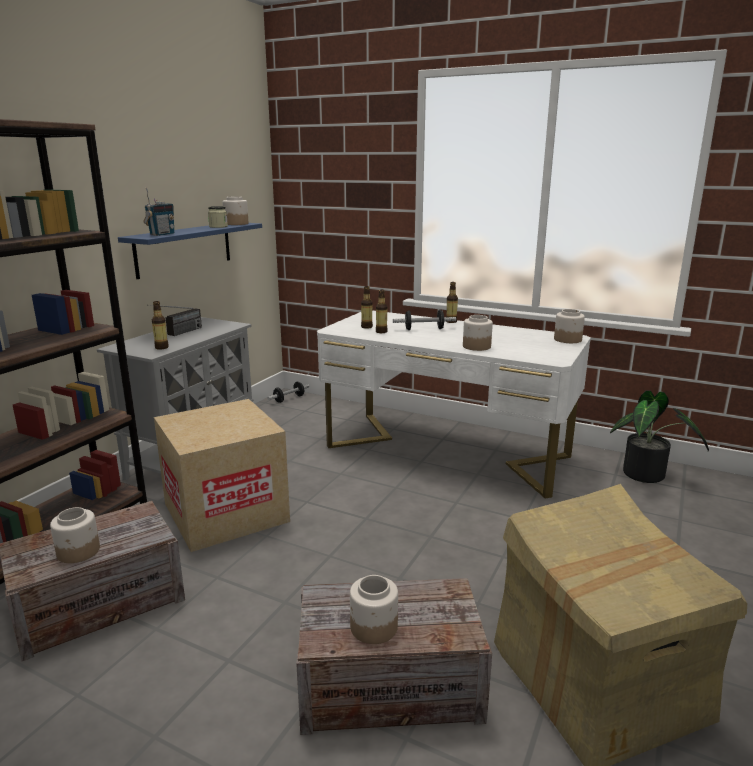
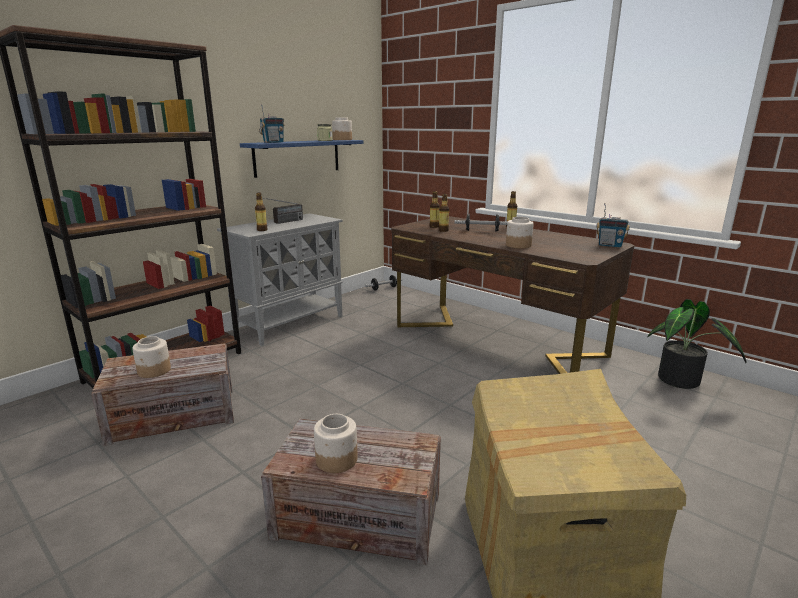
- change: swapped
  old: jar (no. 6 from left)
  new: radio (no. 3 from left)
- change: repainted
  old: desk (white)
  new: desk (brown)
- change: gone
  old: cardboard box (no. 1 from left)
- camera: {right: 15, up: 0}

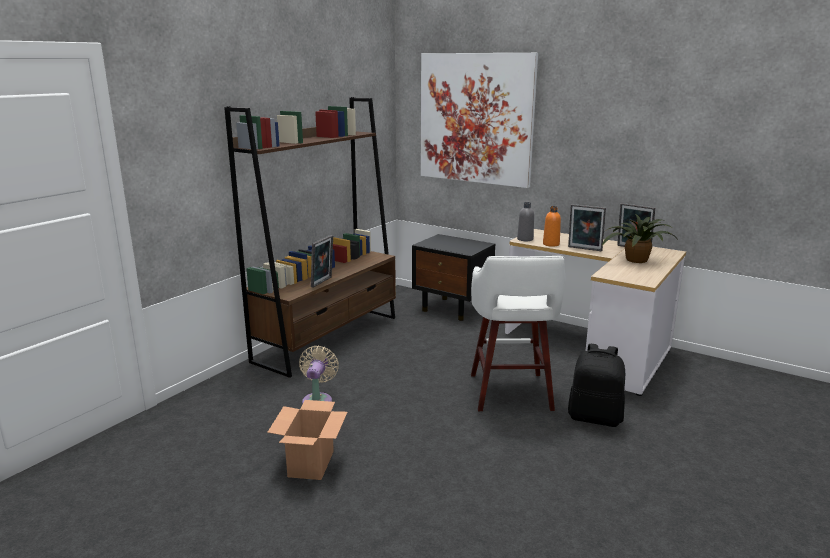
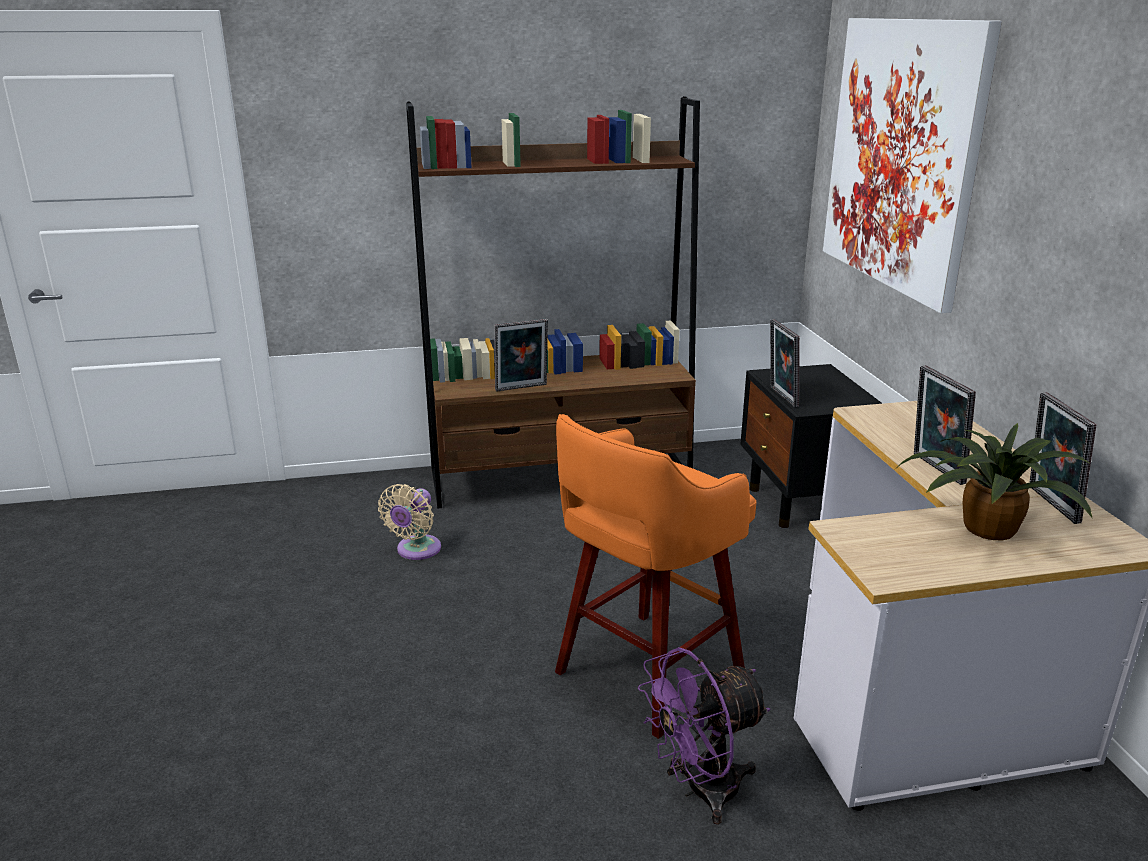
- change: gone
  old: bottle (grey)
- change: gone
  old: bottle (orange)
- change: repainted
  old: stool (white)
  new: stool (orange)
- change: swapped
  old: backpack (black)
  new: fan (purple)
- change: rotated
  old: fan (beige)
  degrees: 150
- change: gone
  old: cardboard box
- change: new
  new: picture frame (no. 2 from left)
- camera: {right: 45, up: 5}

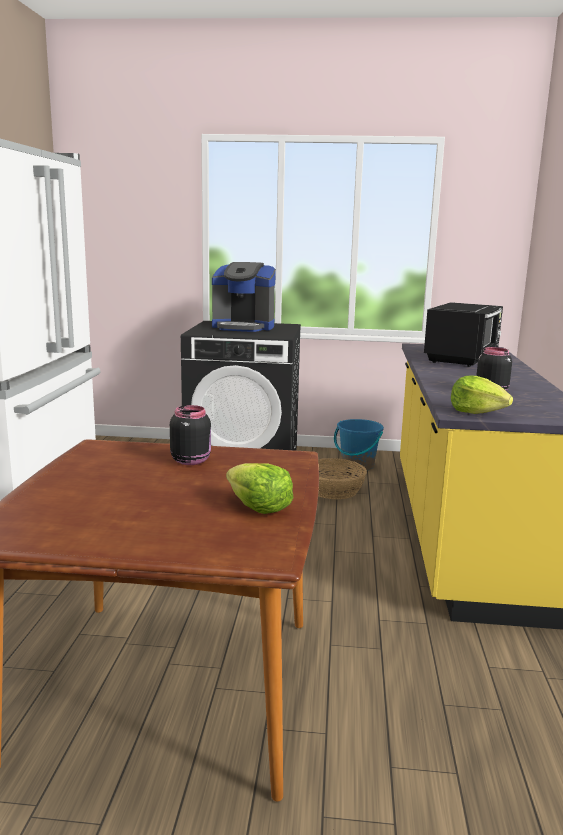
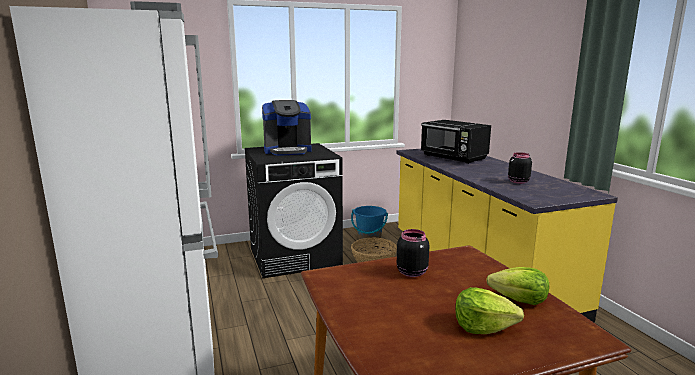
- change: rotated
  old: microwave (black)
  degrees: 135
- change: shifted
  old: lettuce (no. 2 from left in the first image)
  new: lettuce (no. 1 from left)
- camera: {right: -25, up: 0}

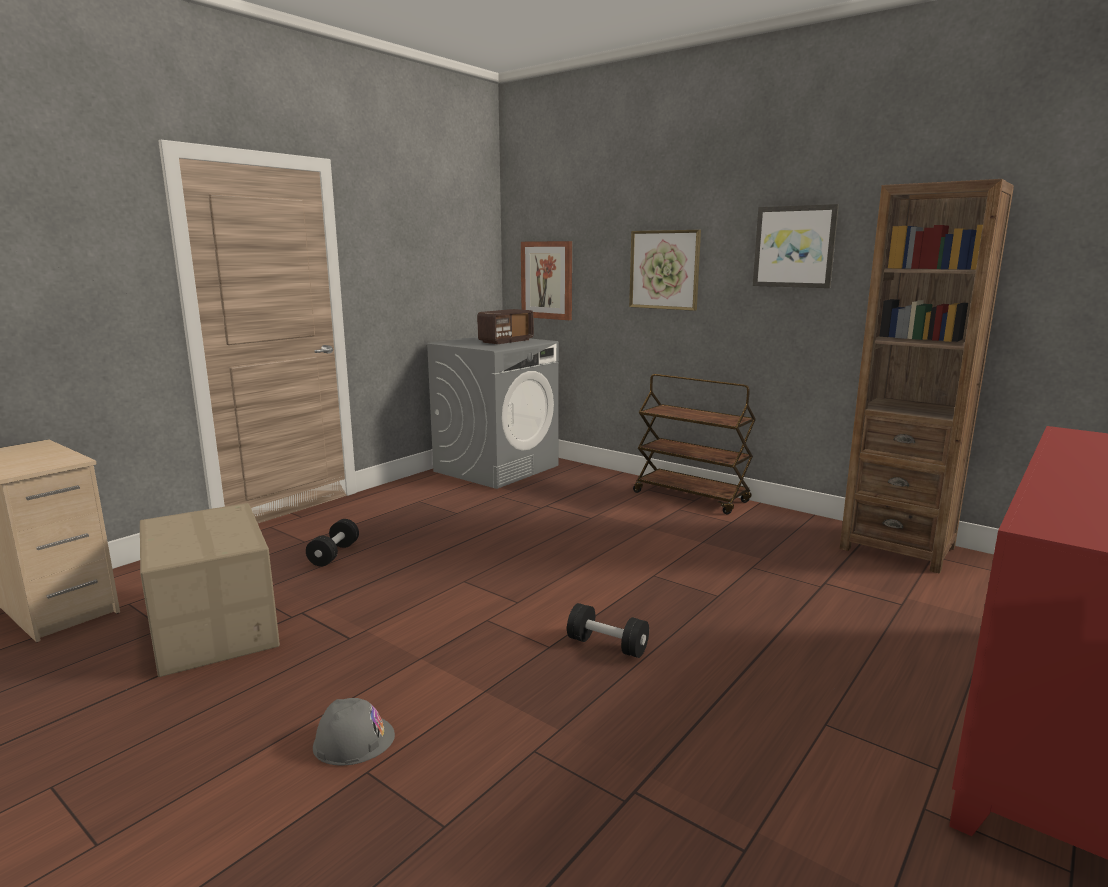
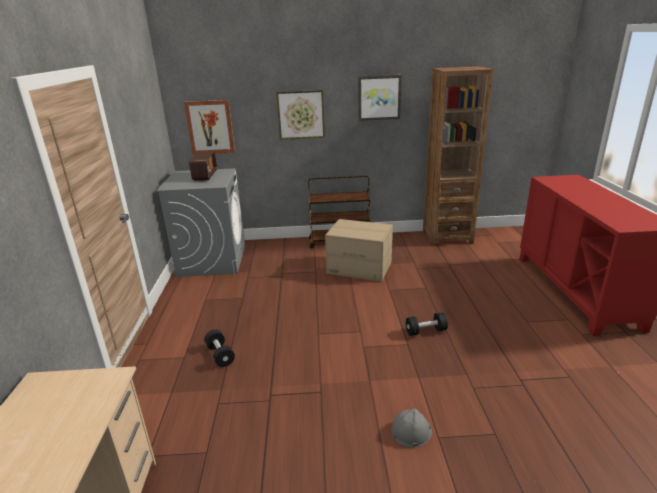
- change: shifted
  old: cardboard box
- camera: {right: -40, up: 10}

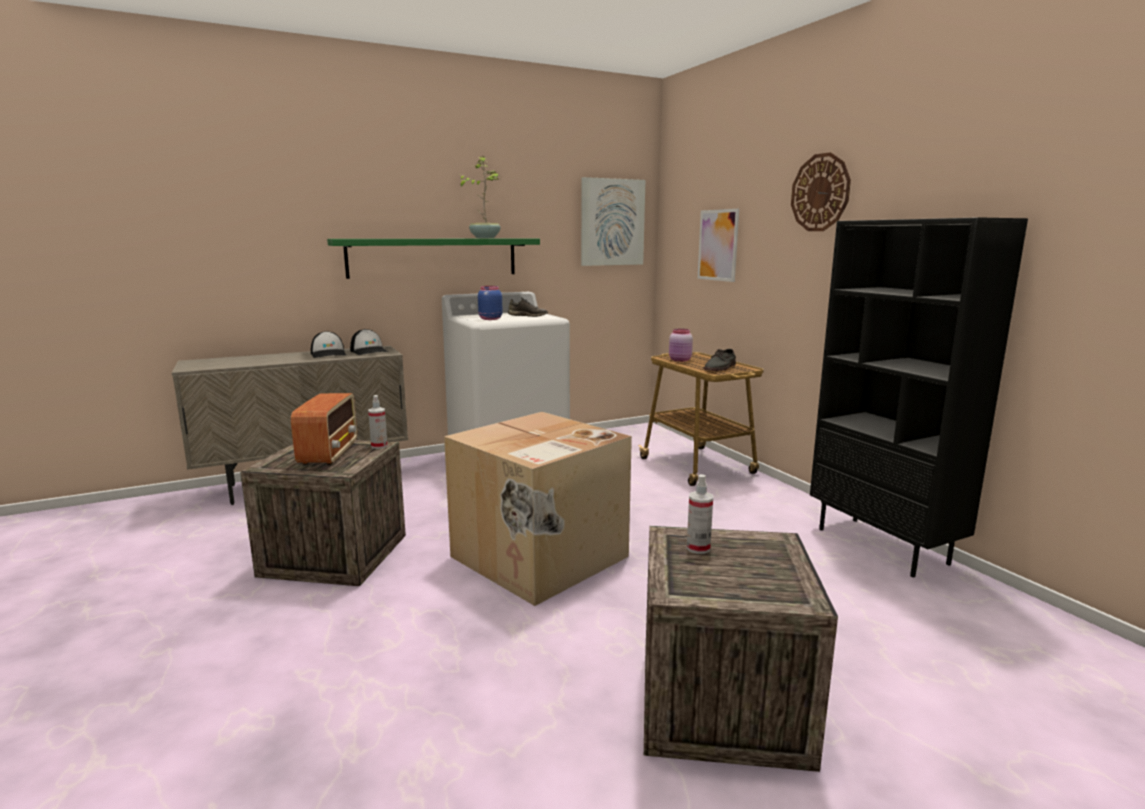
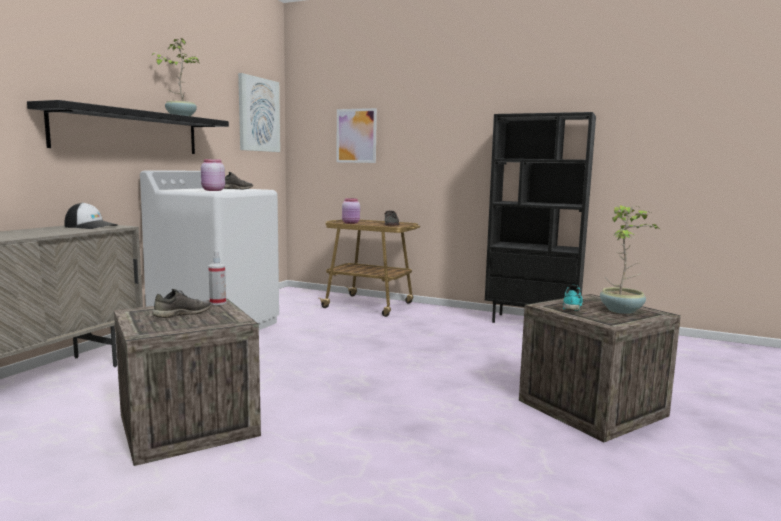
- change: gone
  old: wall clock
- change: repainted
  old: shelf (green)
  new: shelf (black)
- change: repainted
  old: jar (blue)
  new: jar (pink) (no. 1 from left)
- change: gone
  old: cap (no. 1 from left)
- change: swapped
  old: radio
  new: shoe (grey) (no. 1 from left)
- change: gone
  old: cardboard box
- change: swapped
  old: spray bottle (no. 2 from left)
  new: shoe (turquoise)
- change: new
  new: potted plant (no. 2 from left)
- camera: {right: -40, up: -5}

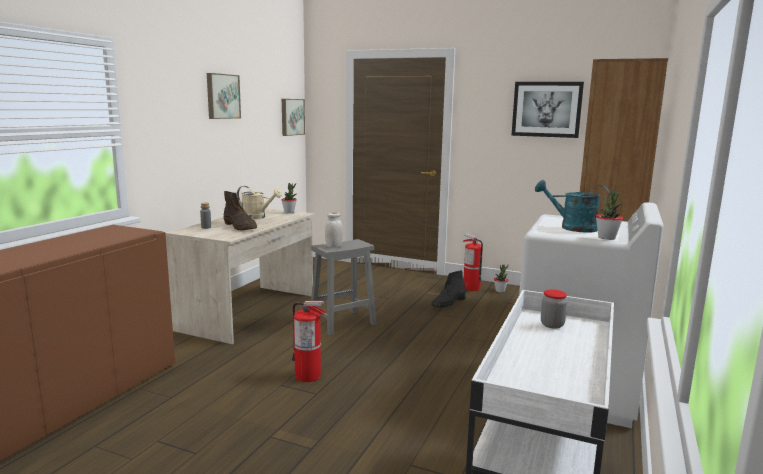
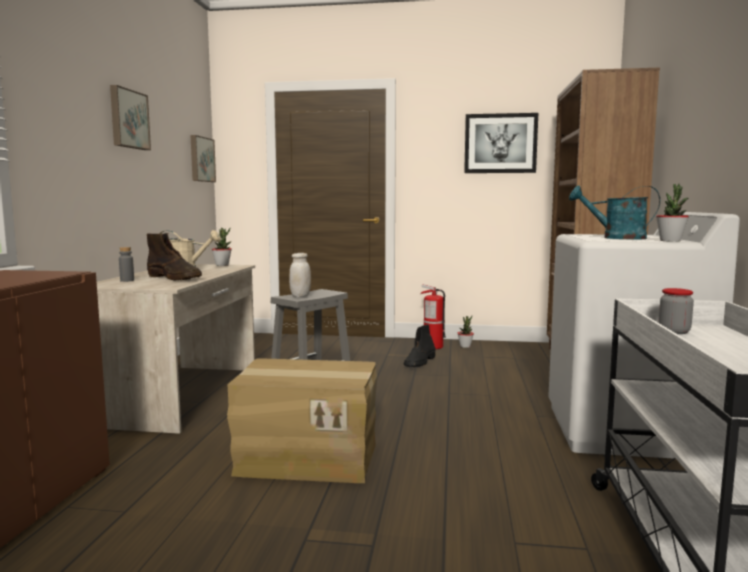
- change: swapped
  old: fire extinguisher (no. 1 from left)
  new: cardboard box
- camera: {right: -15, up: -5}

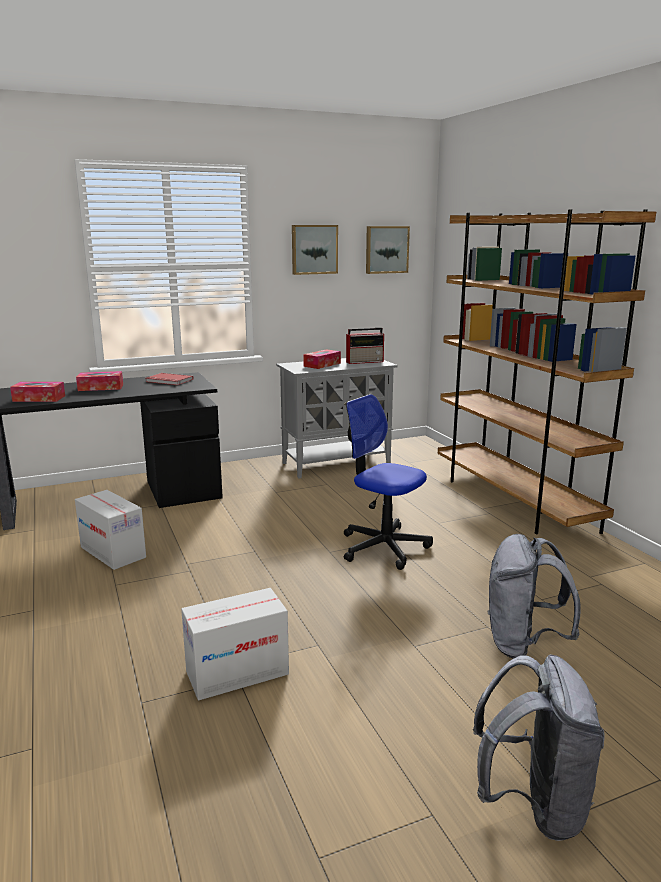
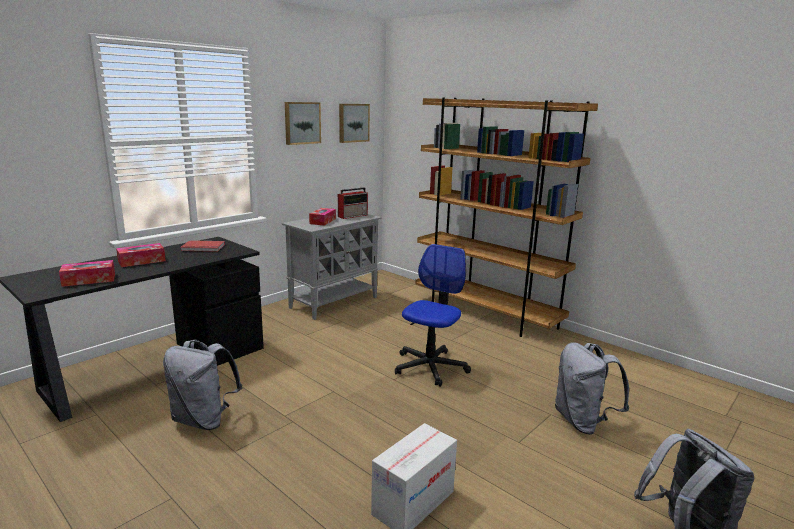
- change: rotated
  old: office chair
  degrees: 105
- change: swapped
  old: cardboard box (no. 1 from left)
  new: backpack (grey) (no. 1 from left)
- camera: {right: -25, up: 0}

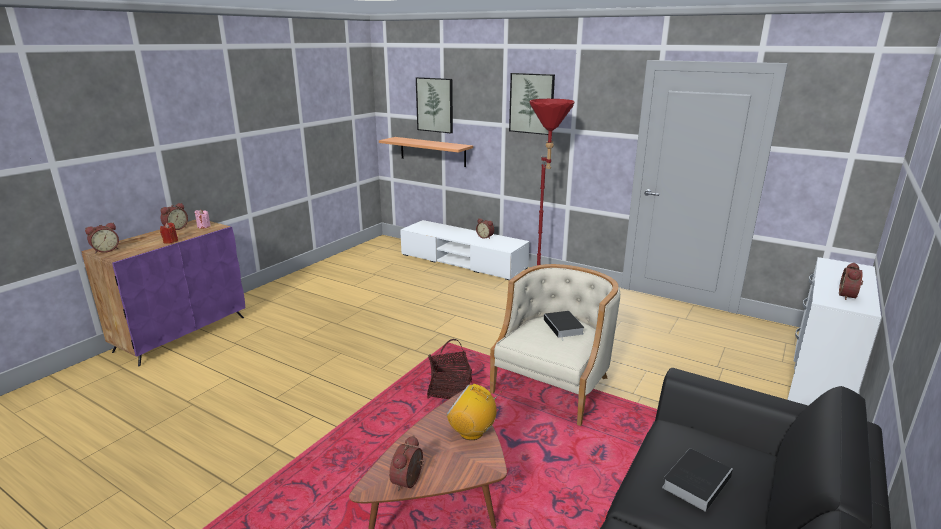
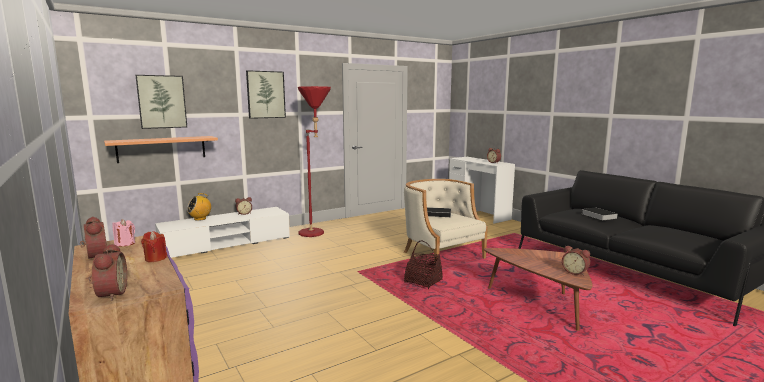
- change: shifted
  old: radio
- camera: {right: -65, up: -10}

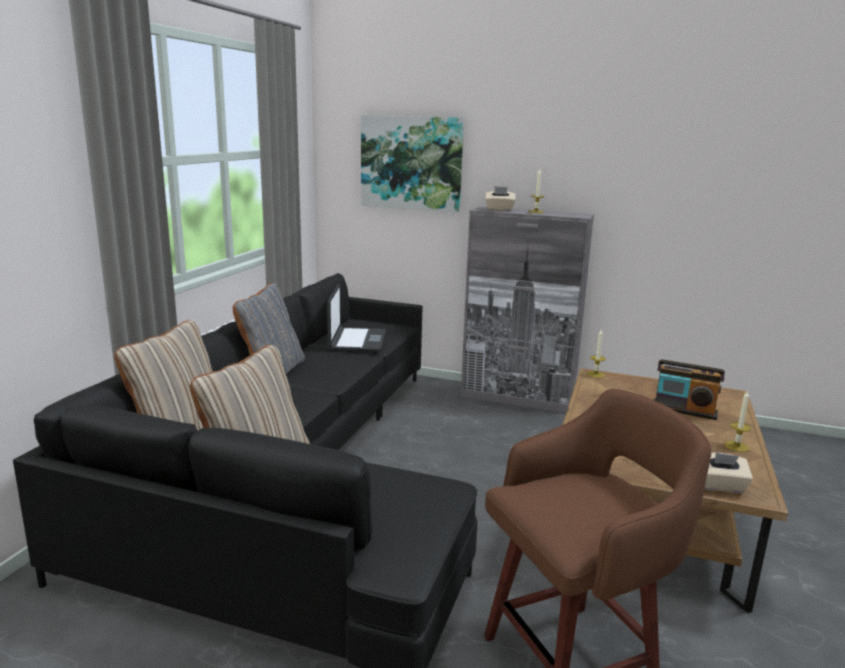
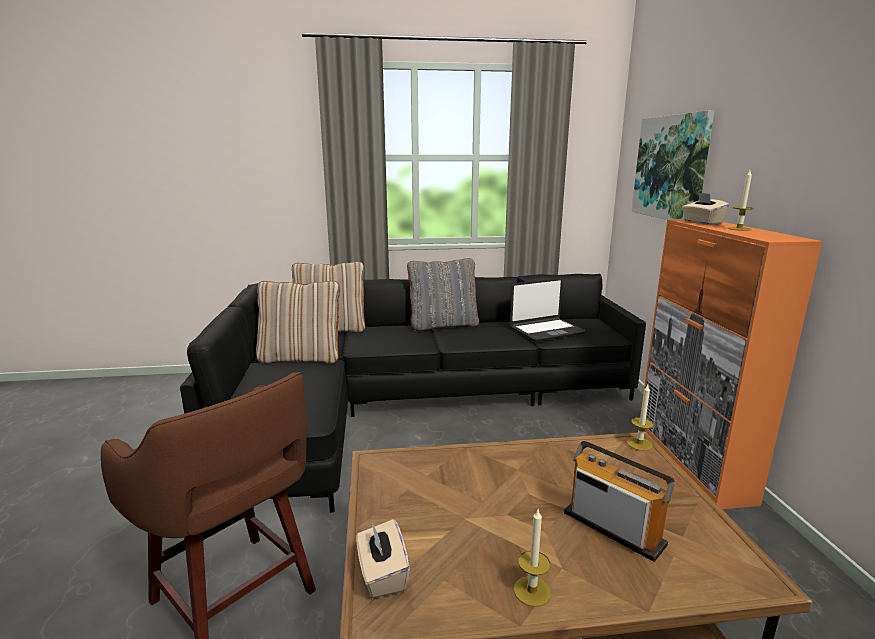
- change: repainted
  old: cabinet (grey)
  new: cabinet (orange)
- change: rotated
  old: radio
  degrees: 135
- camera: {right: 65, up: 0}

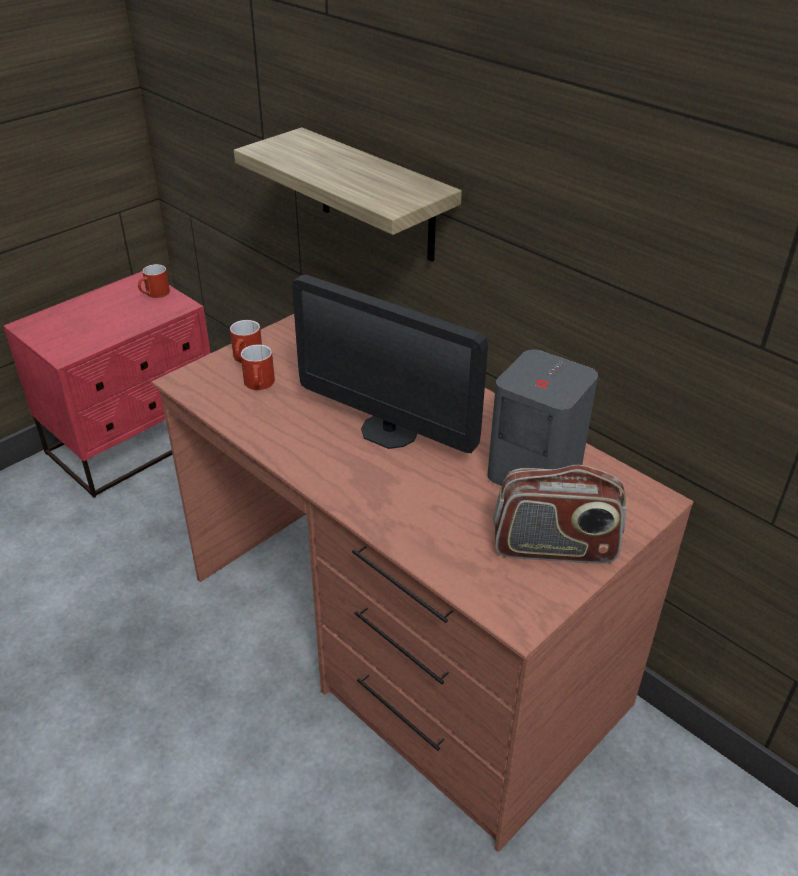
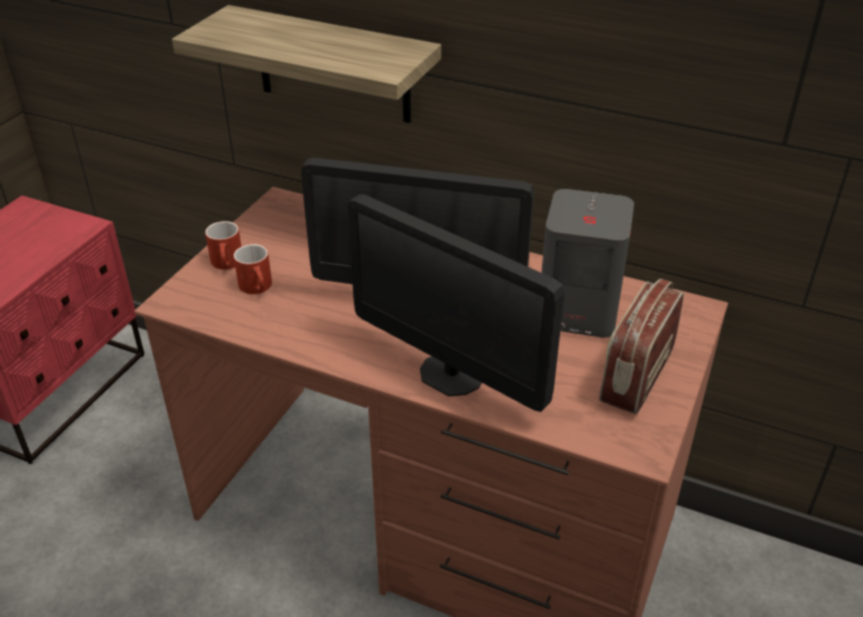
- change: gone
  old: mug (red) (no. 1 from left)
- change: rotated
  old: radio
  degrees: 135
- change: new
  new: monitor (no. 2 from left)
- camera: {right: -20, up: 0}

